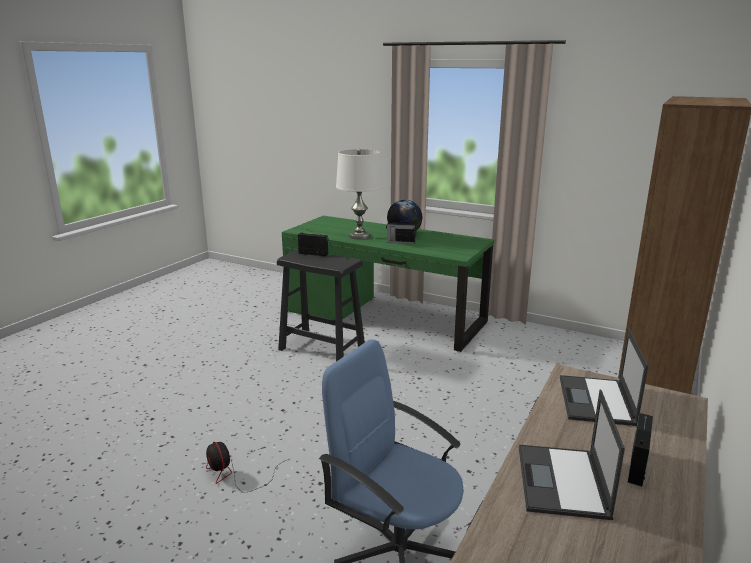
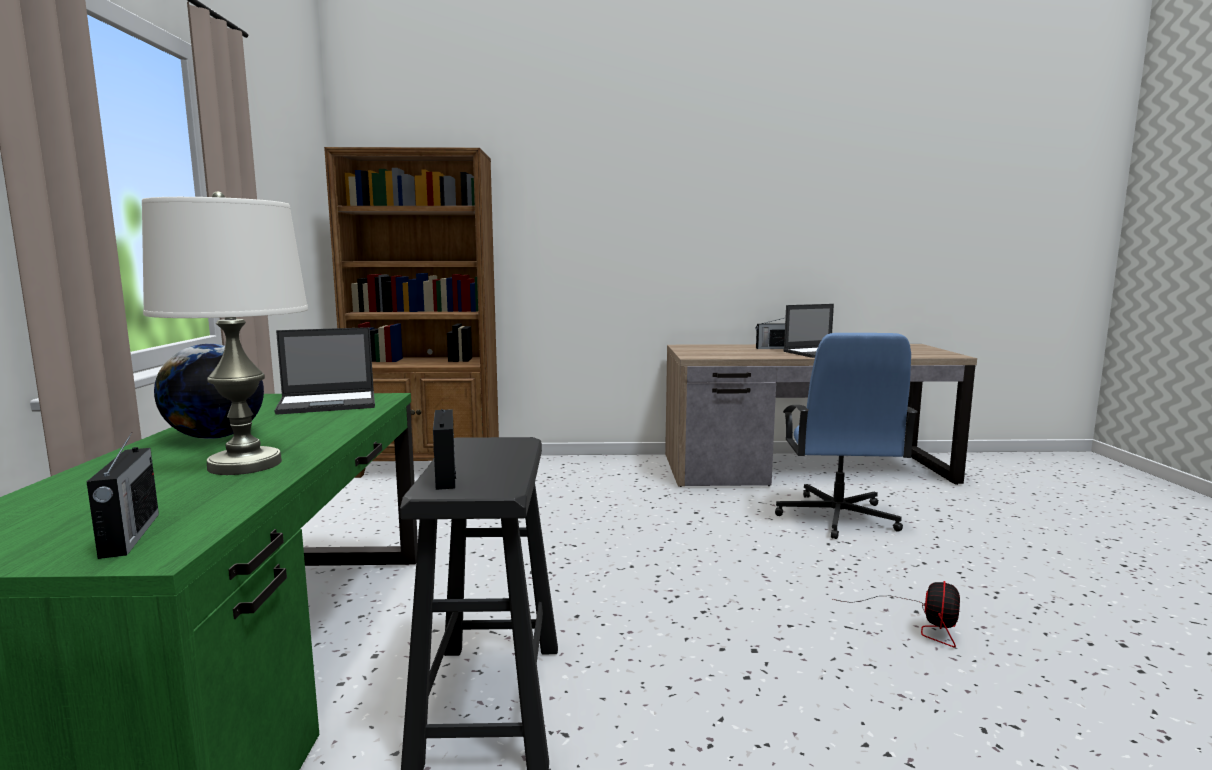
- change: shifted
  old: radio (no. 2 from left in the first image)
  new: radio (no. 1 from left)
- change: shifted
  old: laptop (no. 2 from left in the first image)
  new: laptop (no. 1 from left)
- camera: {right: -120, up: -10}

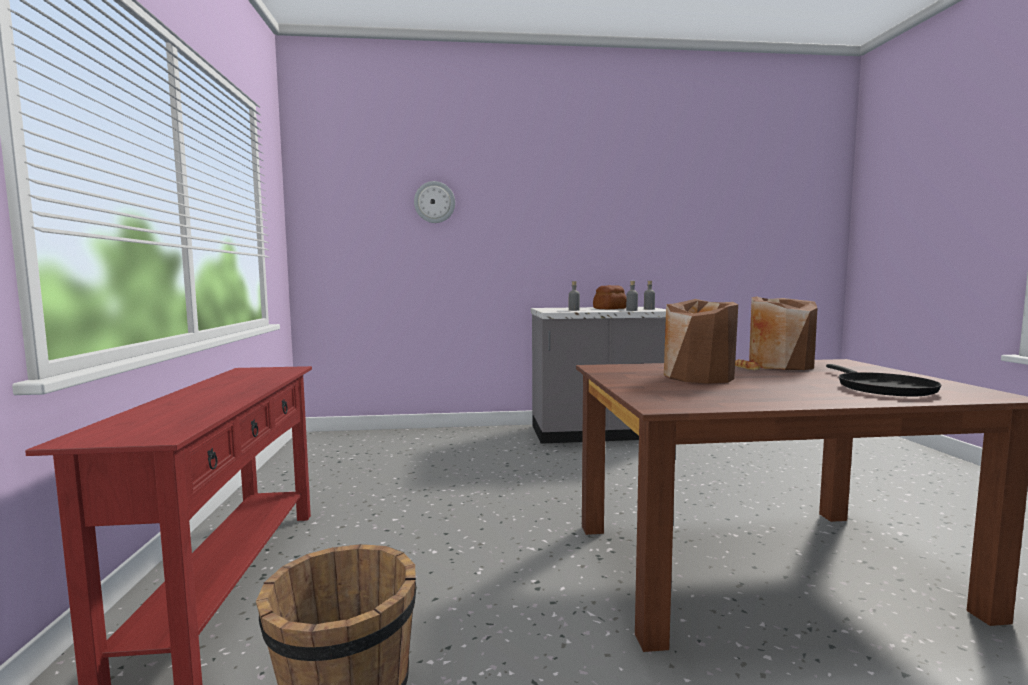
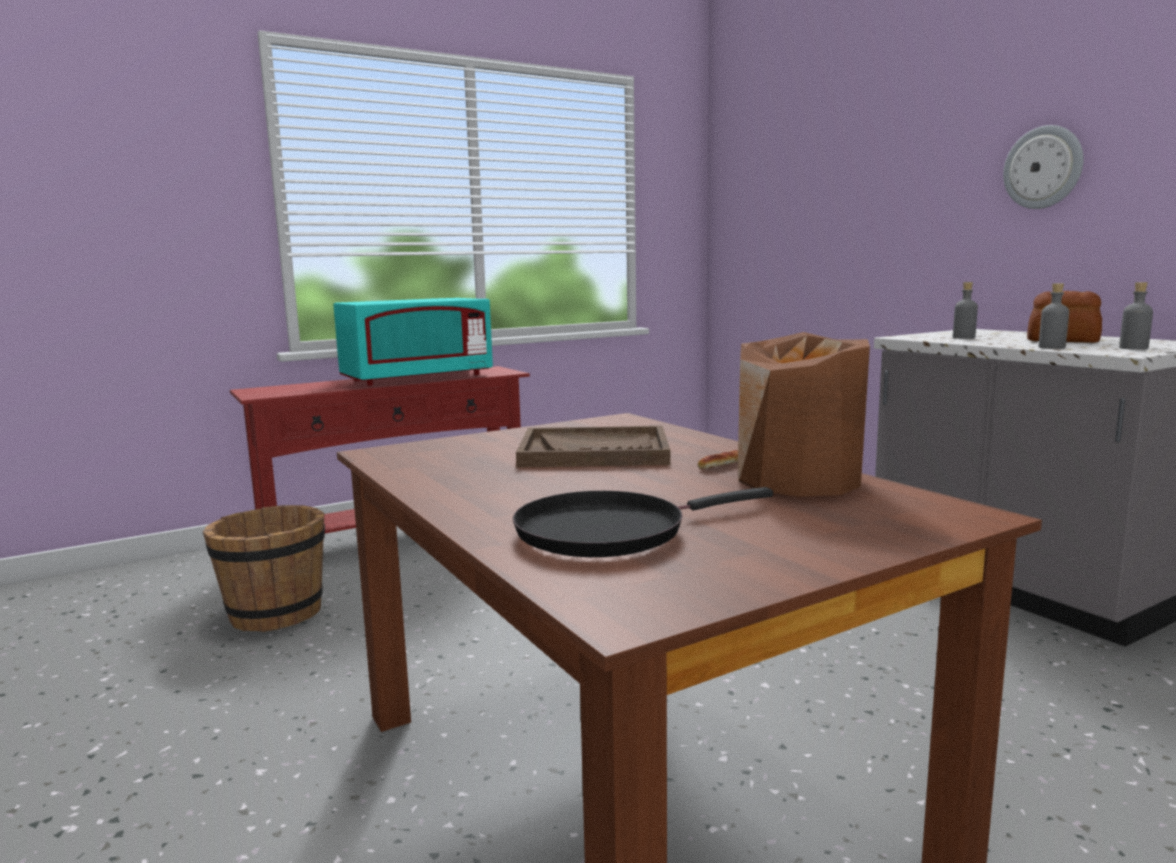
- change: shifted
  old: wall clock
- change: swapped
  old: vase (brown) (no. 1 from left)
  new: tray (brown)
- change: new
  new: microwave (turquoise)
- camera: {right: 65, up: 5}

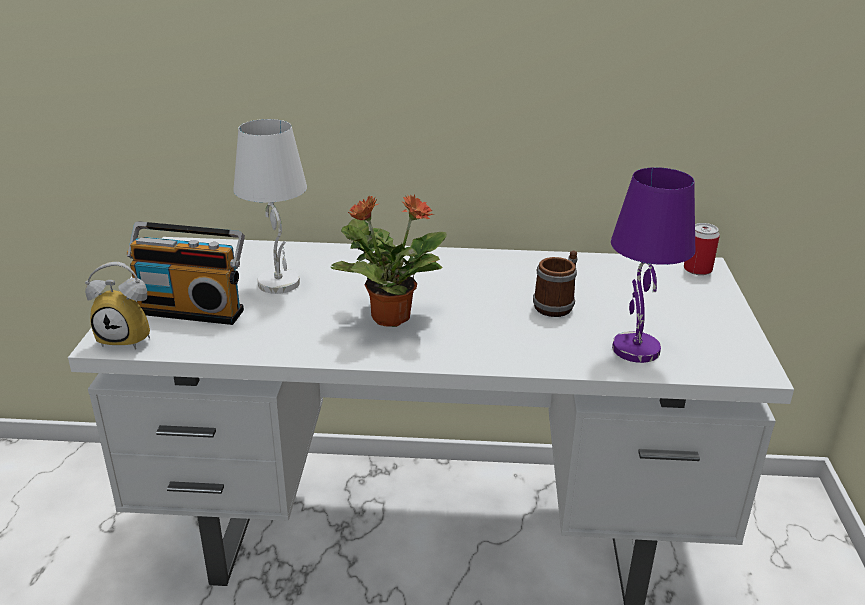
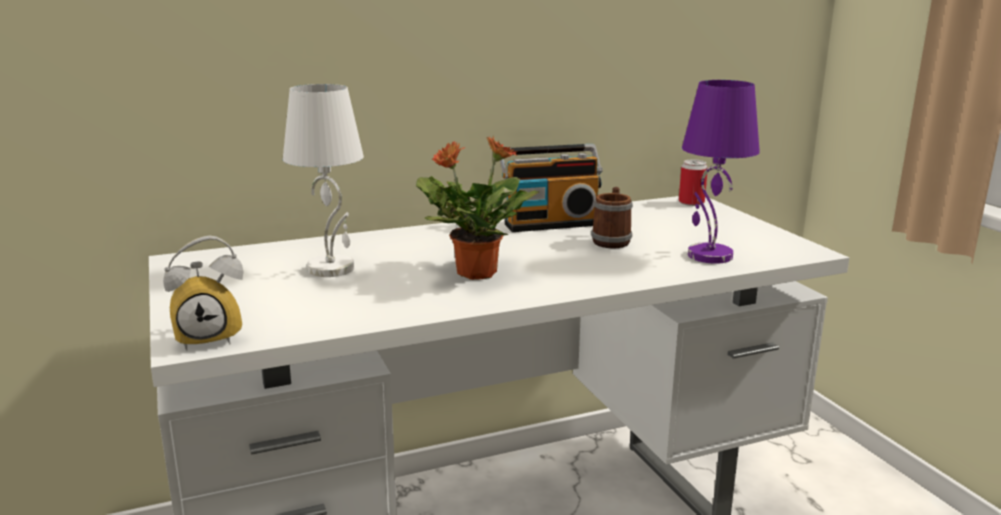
- change: shifted
  old: radio
- camera: {right: -25, up: -10}

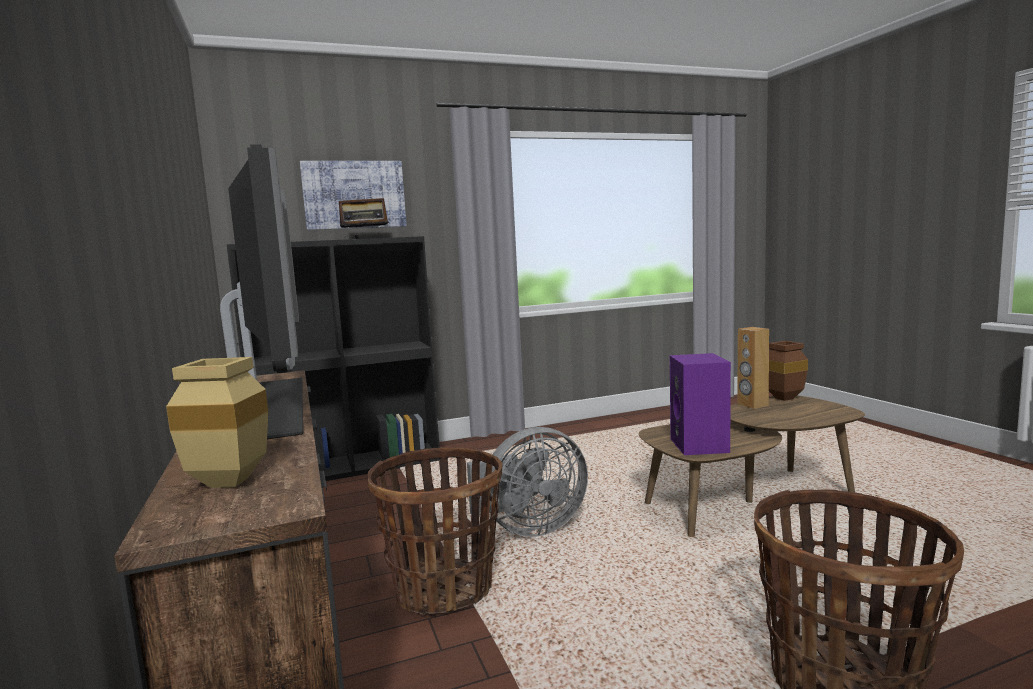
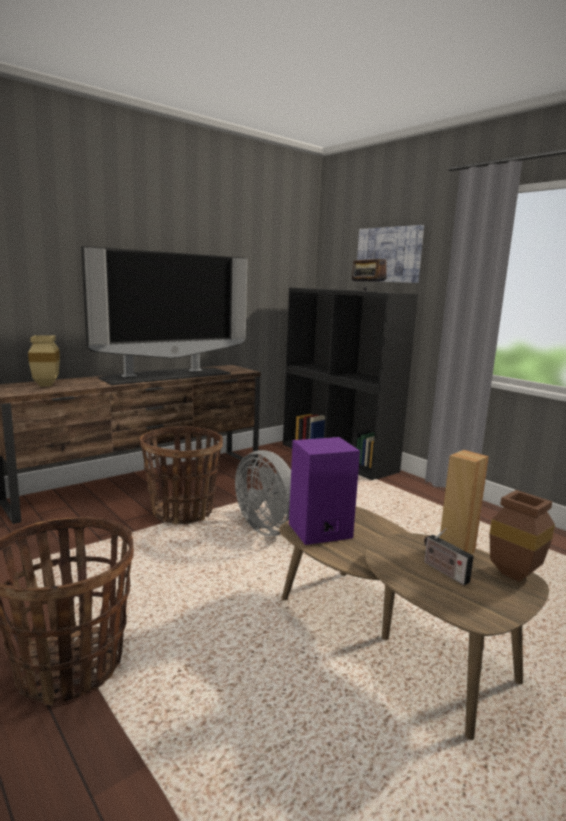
- change: new
  new: radio (no. 2 from left)
- camera: {right: 70, up: 5}

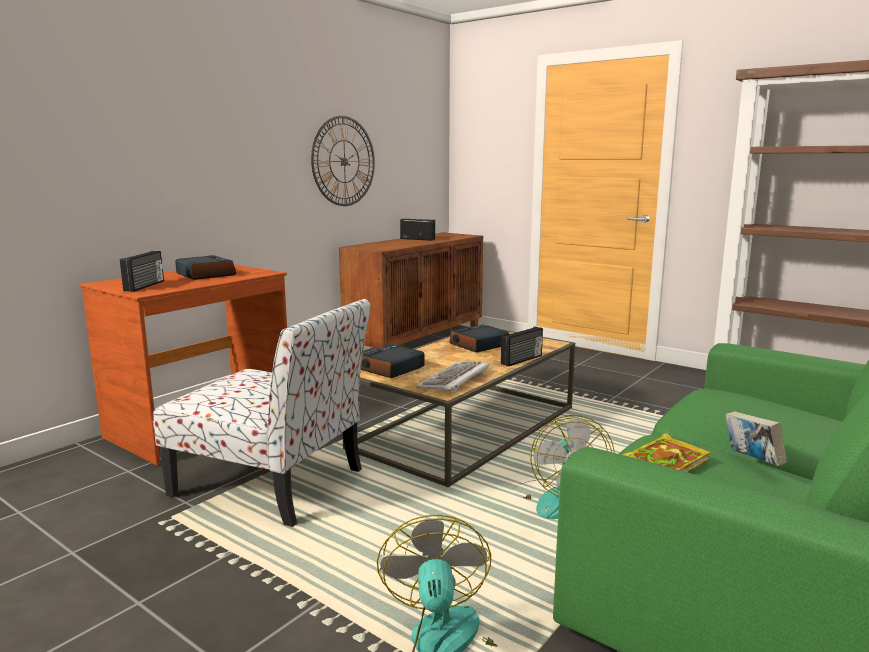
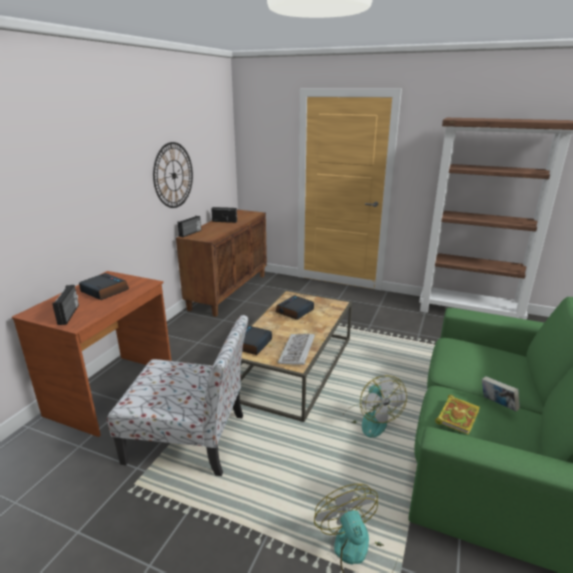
- change: shifted
  old: radio (no. 3 from left in the first image)
  new: radio (no. 2 from left)
- camera: {right: -15, up: 10}

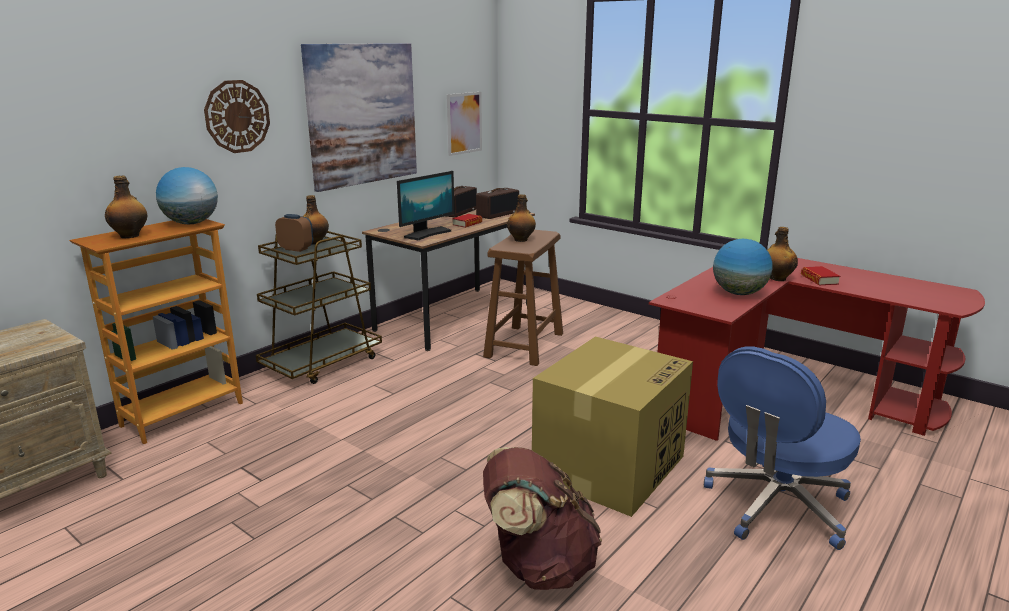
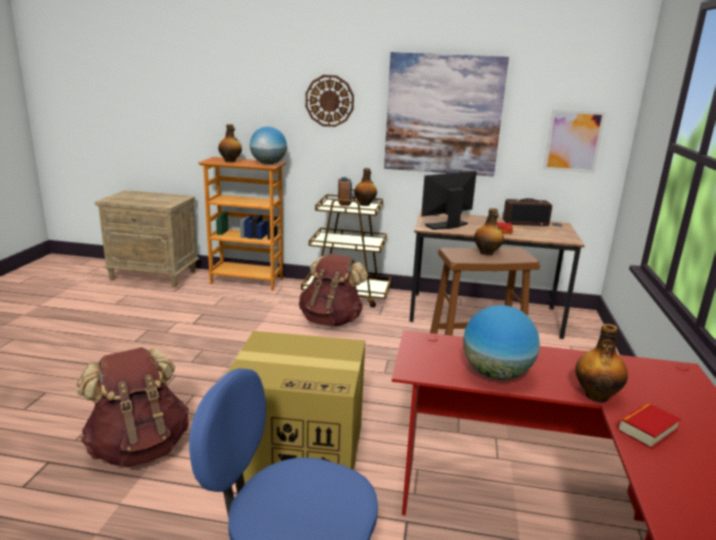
- change: rotated
  old: monitor
  degrees: 135
- change: gone
  old: radio (no. 2 from left)
- change: new
  new: backpack (brown) (no. 2 from left)
- camera: {right: 60, up: 0}

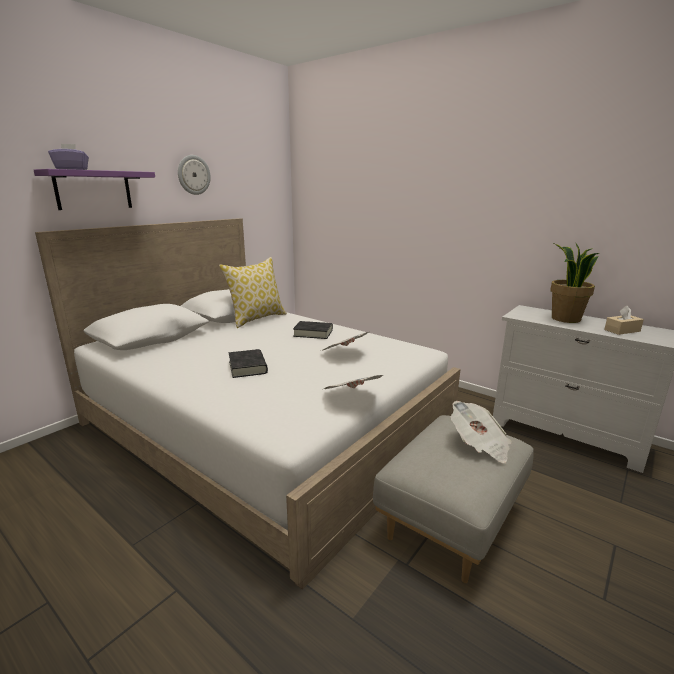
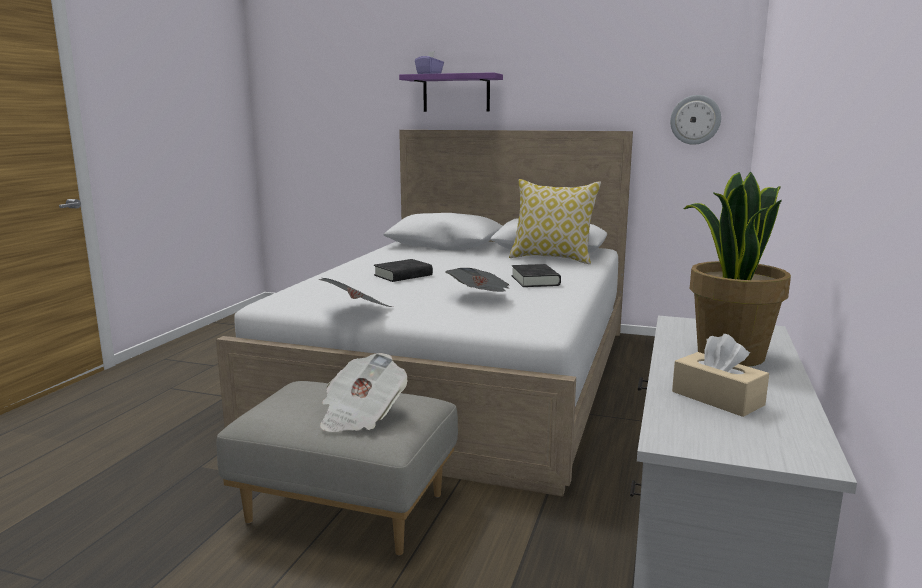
- change: shifted
  old: wall clock
- camera: {right: 70, up: -5}

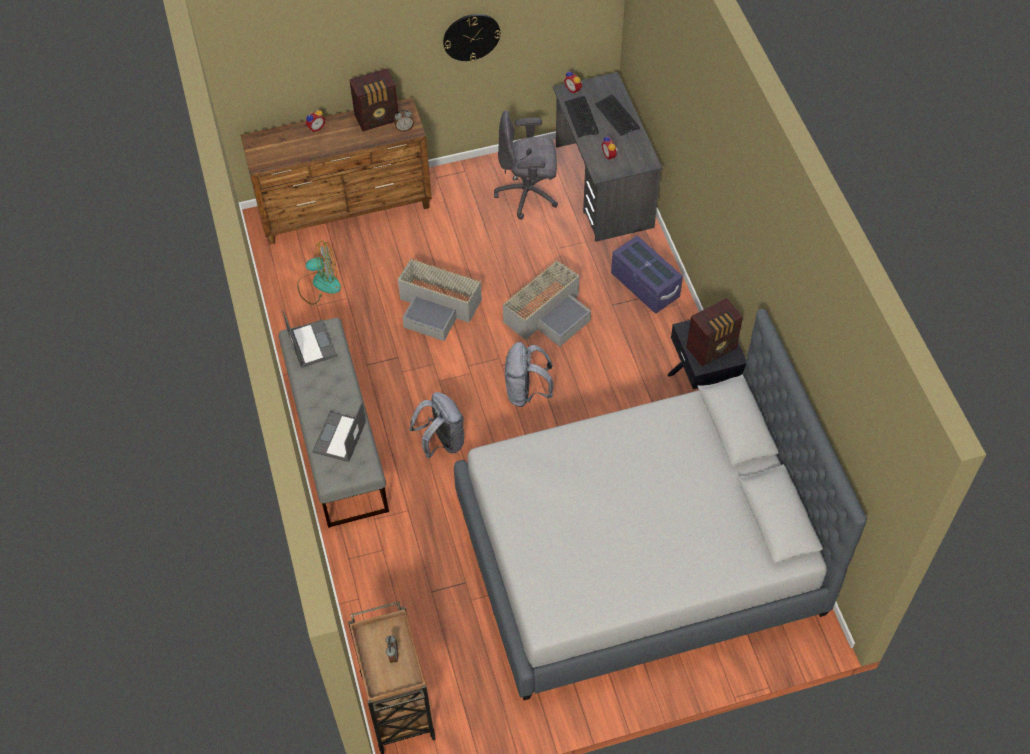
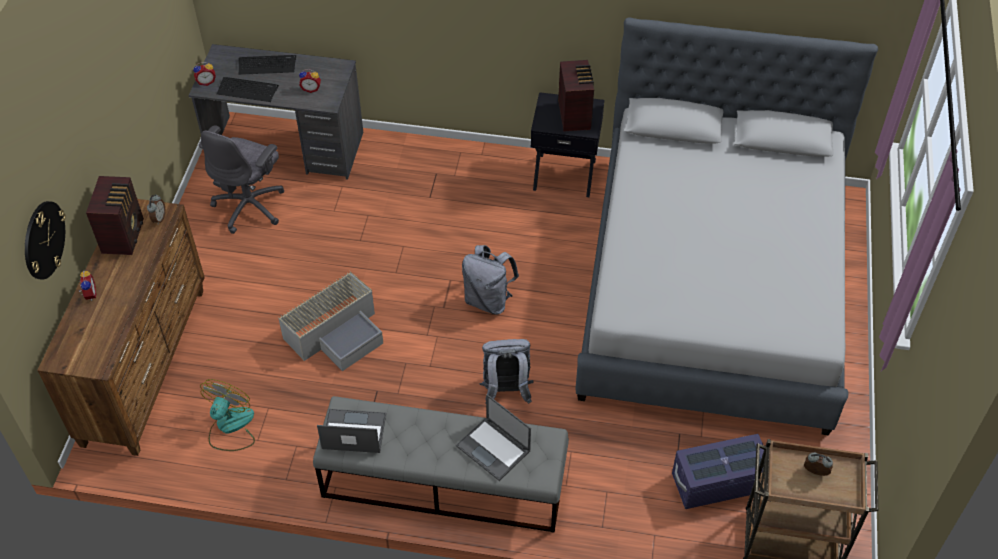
- change: shifted
  old: wall clock
- change: shifted
  old: storage box (purple)
- change: gone
  old: storage box (grey) (no. 2 from left)
- camera: {right: -65, up: -5}

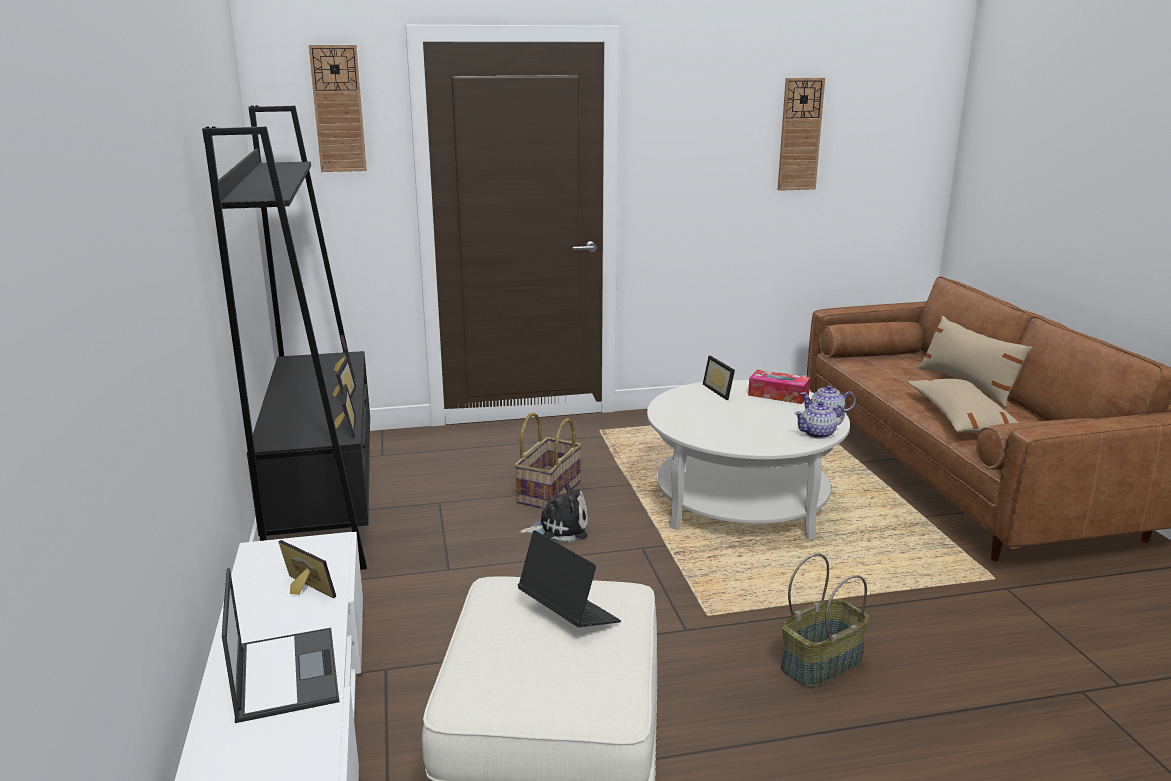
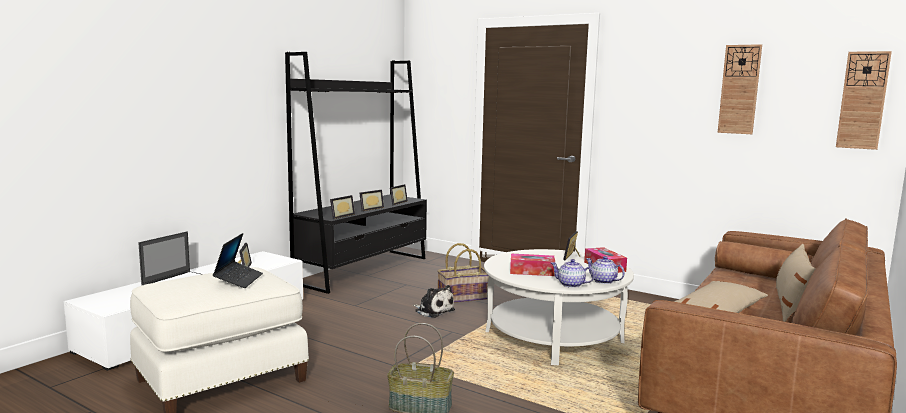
- change: shifted
  old: wall clock (no. 1 from left in the first image)
  new: wall clock (no. 2 from left)
- change: new
  new: tissue box (no. 1 from left)
- camera: {right: 45, up: -10}

